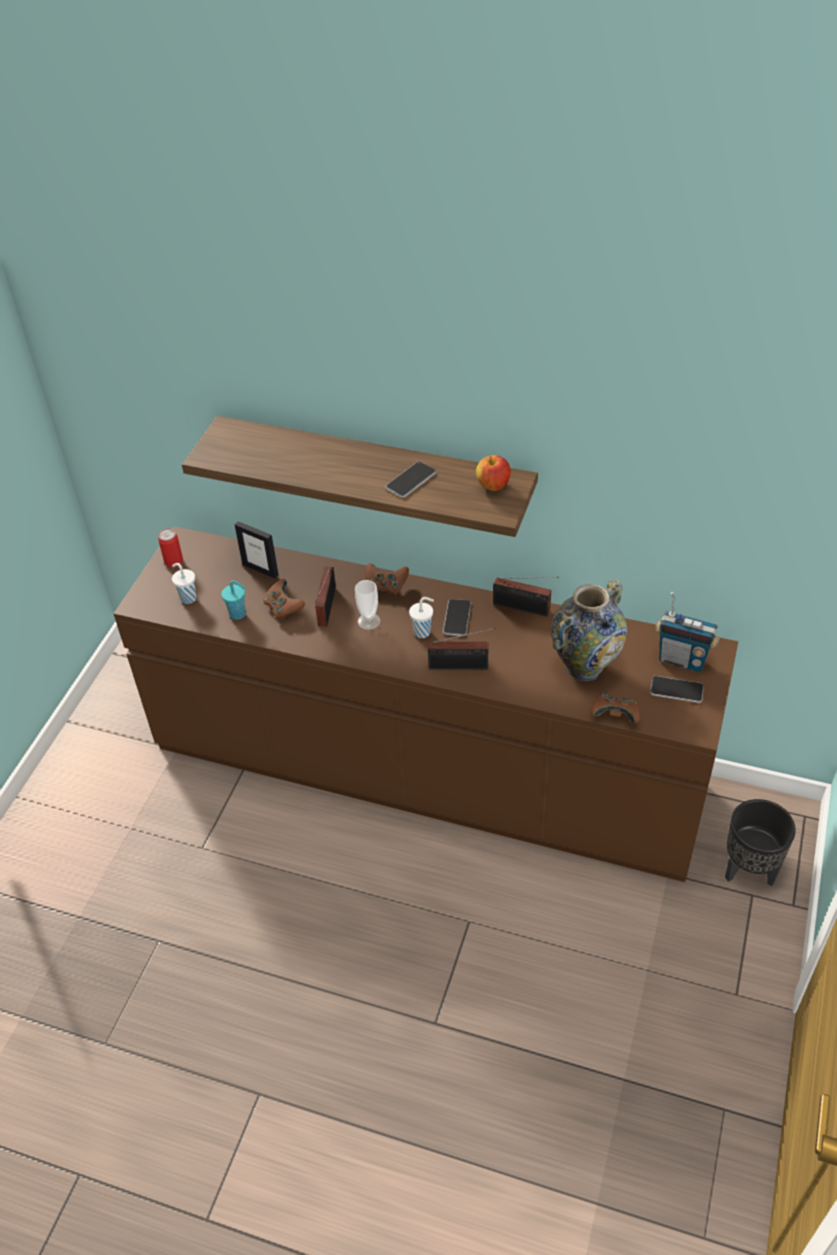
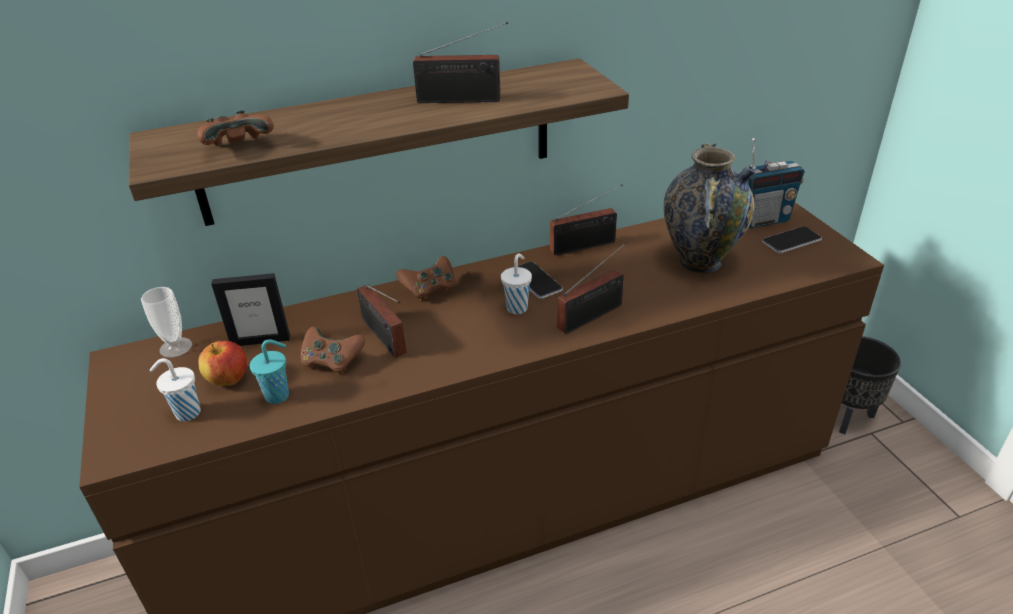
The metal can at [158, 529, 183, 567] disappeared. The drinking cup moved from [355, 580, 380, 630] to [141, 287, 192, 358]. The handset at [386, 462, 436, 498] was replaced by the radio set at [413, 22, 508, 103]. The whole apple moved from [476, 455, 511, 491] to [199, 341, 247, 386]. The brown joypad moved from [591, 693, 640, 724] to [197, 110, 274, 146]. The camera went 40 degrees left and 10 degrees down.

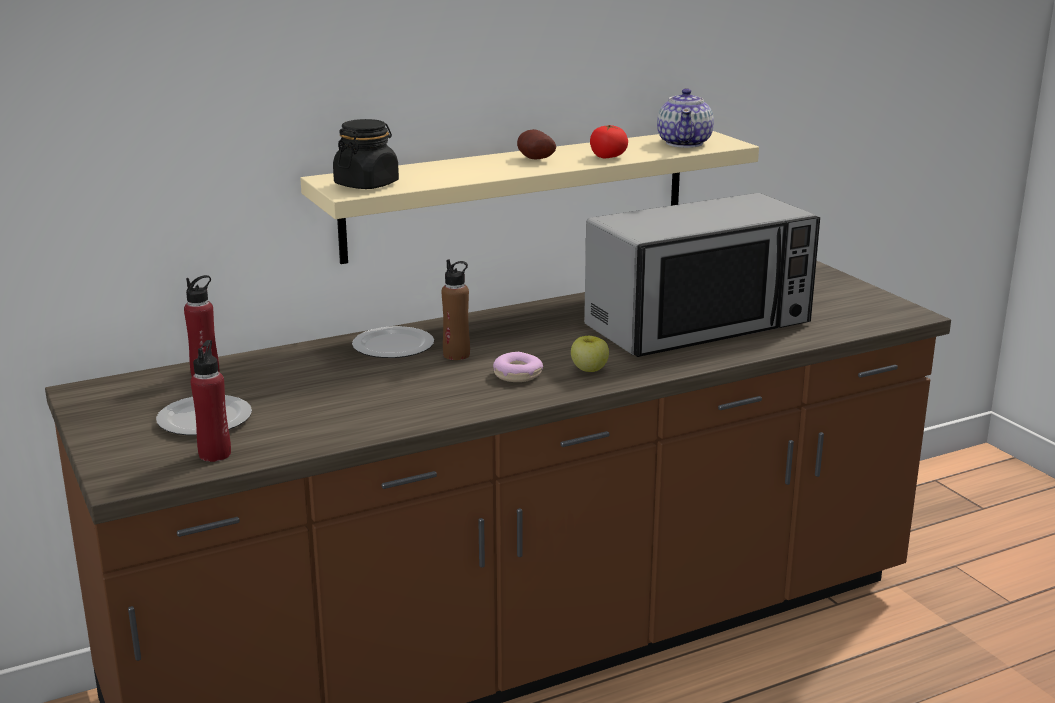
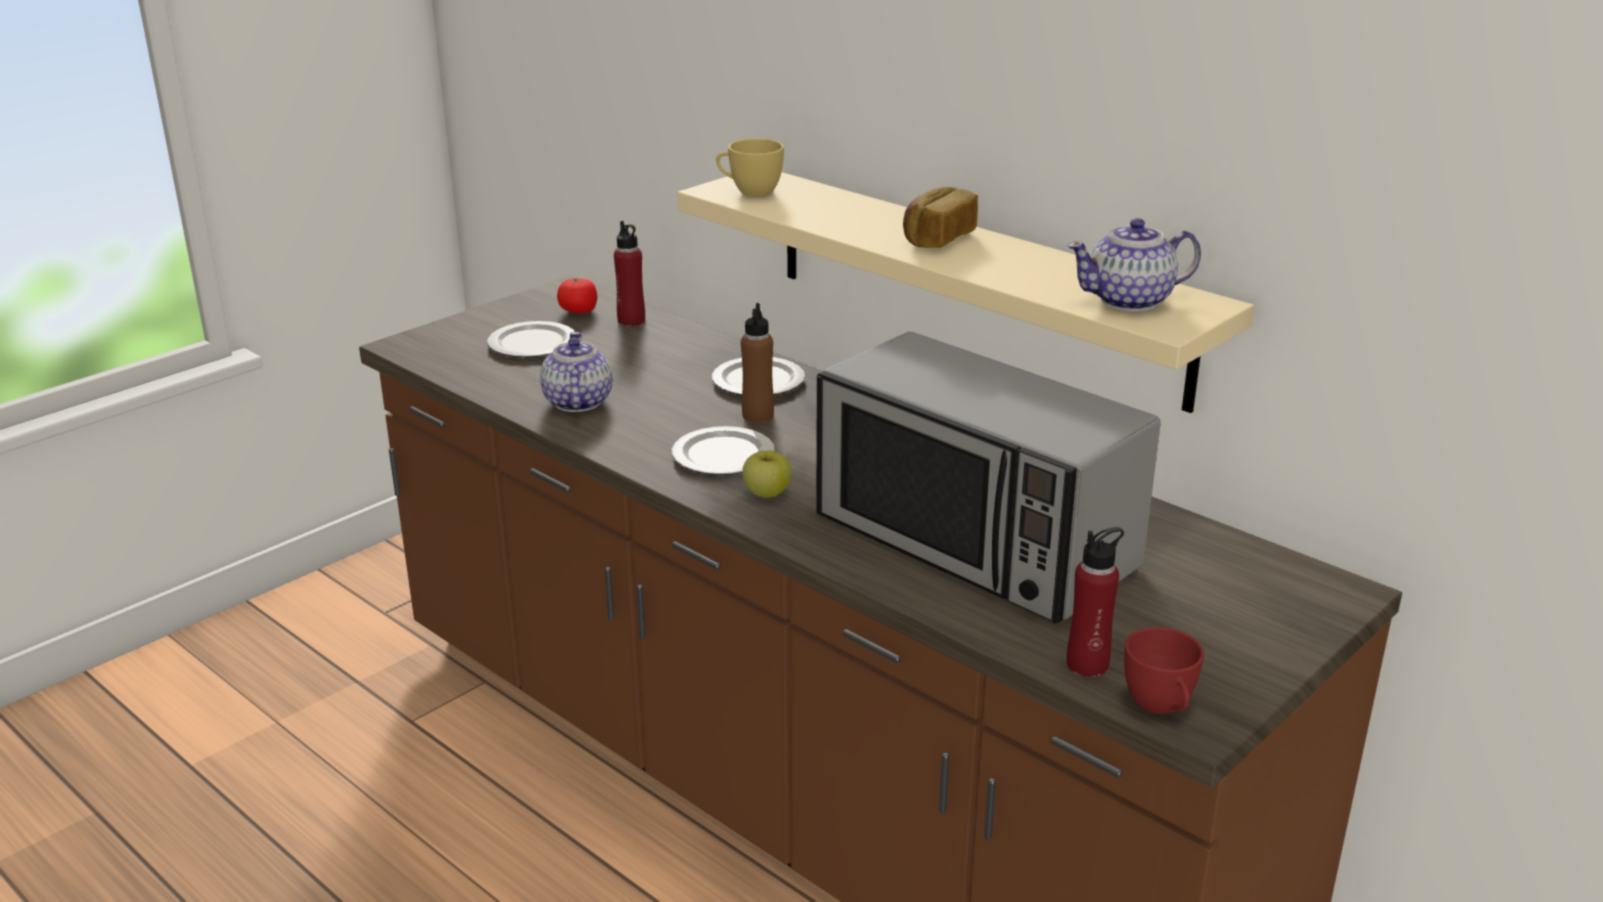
The reddish beverage bottle moved from [191, 340, 231, 462] to [1067, 527, 1124, 677]. The black jar at [333, 119, 399, 189] was replaced by the yellow-coloured drinking cup at [716, 139, 784, 197]. The doughnut at [493, 352, 543, 382] was replaced by the dinner plate at [672, 426, 775, 475]. The spud at [517, 129, 556, 159] was replaced by the bakery bread at [903, 187, 978, 248]. The whole tomato moved from [590, 125, 628, 158] to [557, 278, 597, 314]. The tea pot at [540, 332, 612, 412] appeared. The reddish drinking cup at [1124, 627, 1204, 714] appeared. The camera went 70 degrees right and 5 degrees up.

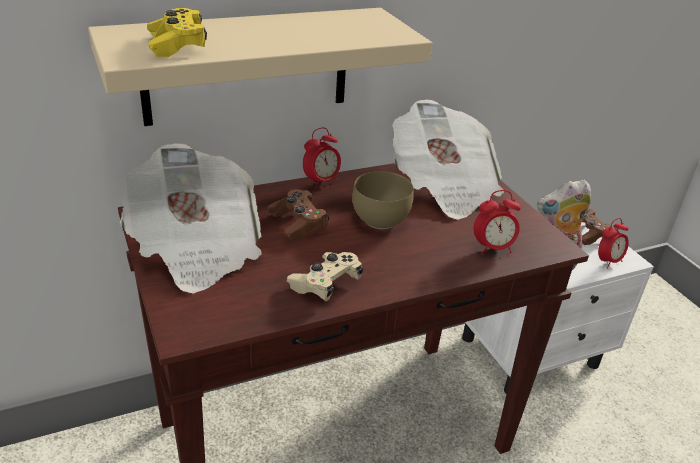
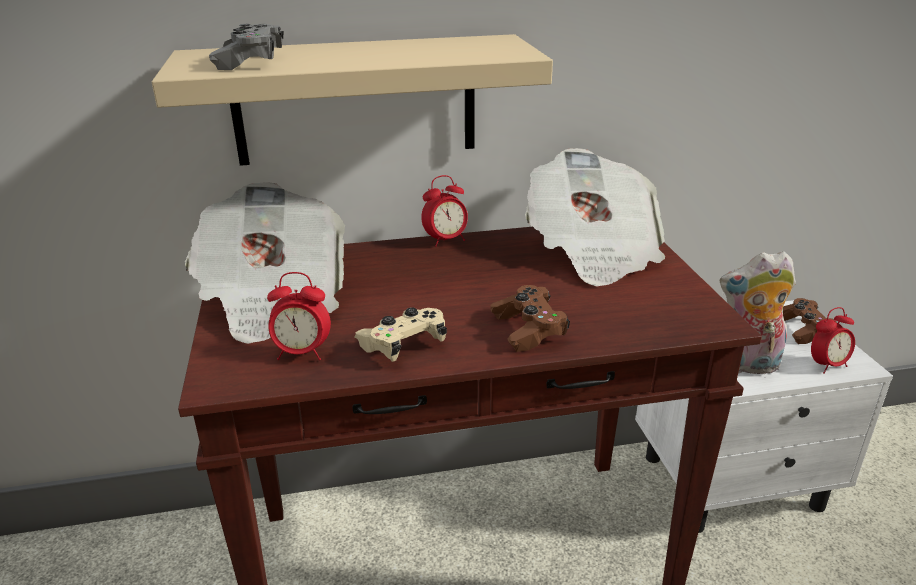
The yellow-coloured joypad at [147, 8, 207, 57] became the grey joypad at [209, 24, 283, 70]. The brown joypad moved from [268, 189, 329, 241] to [490, 285, 570, 352]. The brown serving bowl at [352, 171, 414, 229] disappeared. The bedside clock moved from [474, 190, 521, 255] to [267, 272, 331, 361]. The camera went 15 degrees right and 5 degrees down.

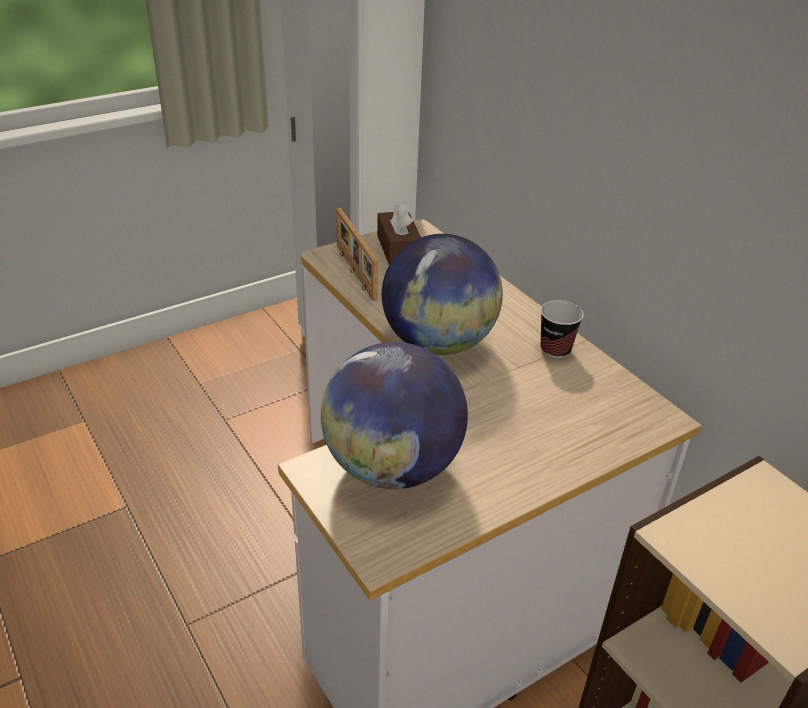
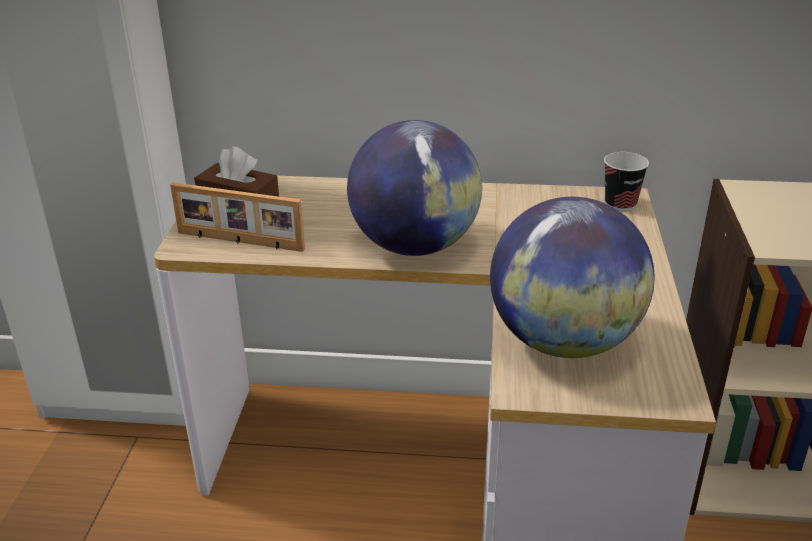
The drinking cup moved from [541, 300, 584, 359] to [604, 152, 649, 211]. The camera went 50 degrees left and 5 degrees down.

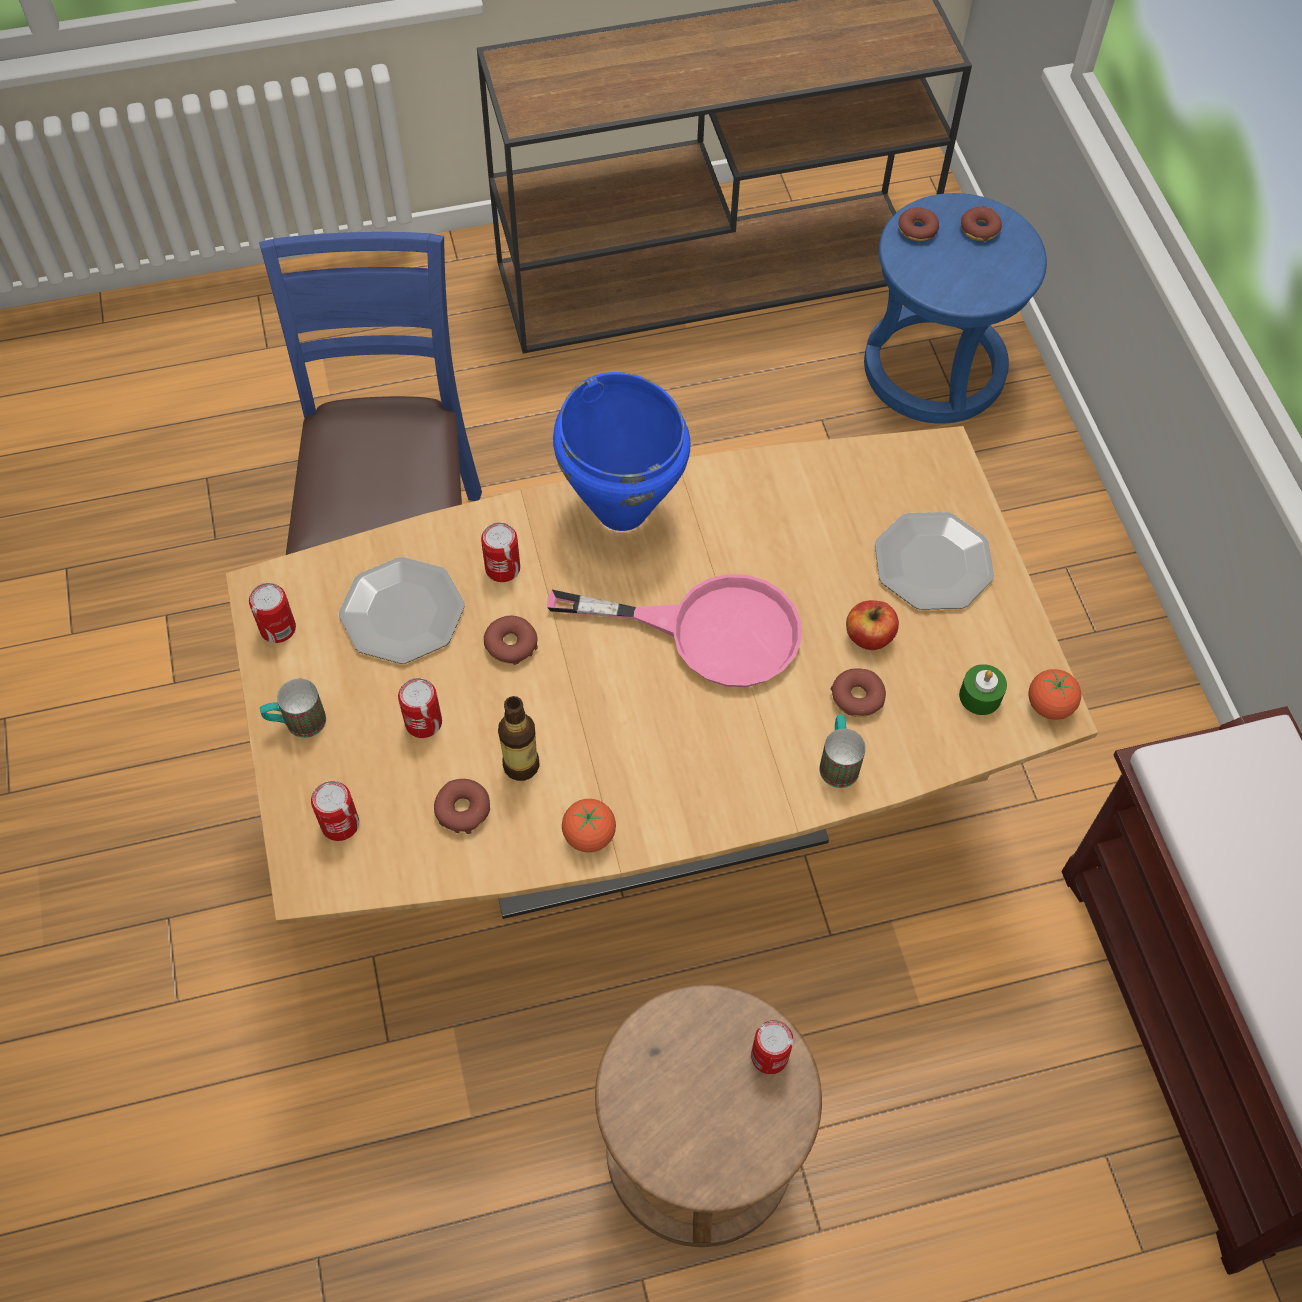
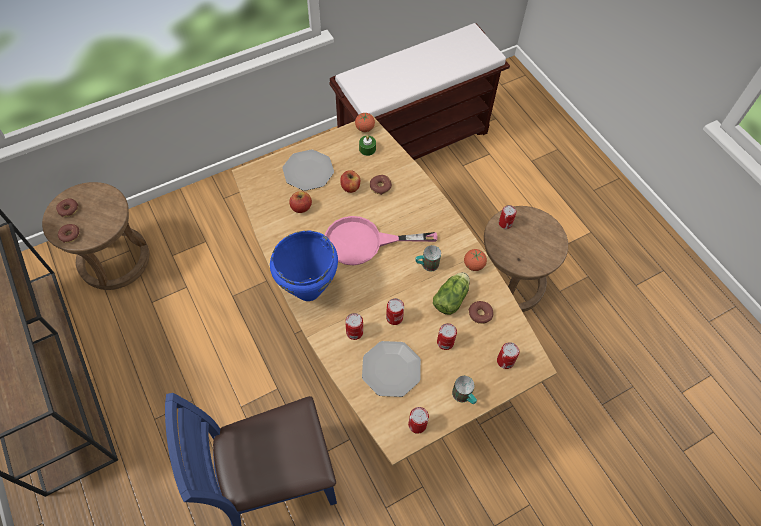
The doughnut at [484, 616, 538, 665] was replaced by the metal can at [386, 298, 404, 325]. The beverage bottle at [498, 696, 540, 781] was replaced by the lettuce at [433, 272, 470, 315]. The pink frying pan at [547, 574, 802, 687] turned 90 degrees counterclockwise. The mug moved from [819, 714, 866, 788] to [415, 245, 441, 272]. The blue stool seat at [864, 193, 1047, 424] became the brown stool seat at [42, 182, 149, 290]. The whole apple at [289, 191, 312, 213] appeared. The camera went 105 degrees left and 0 degrees up.

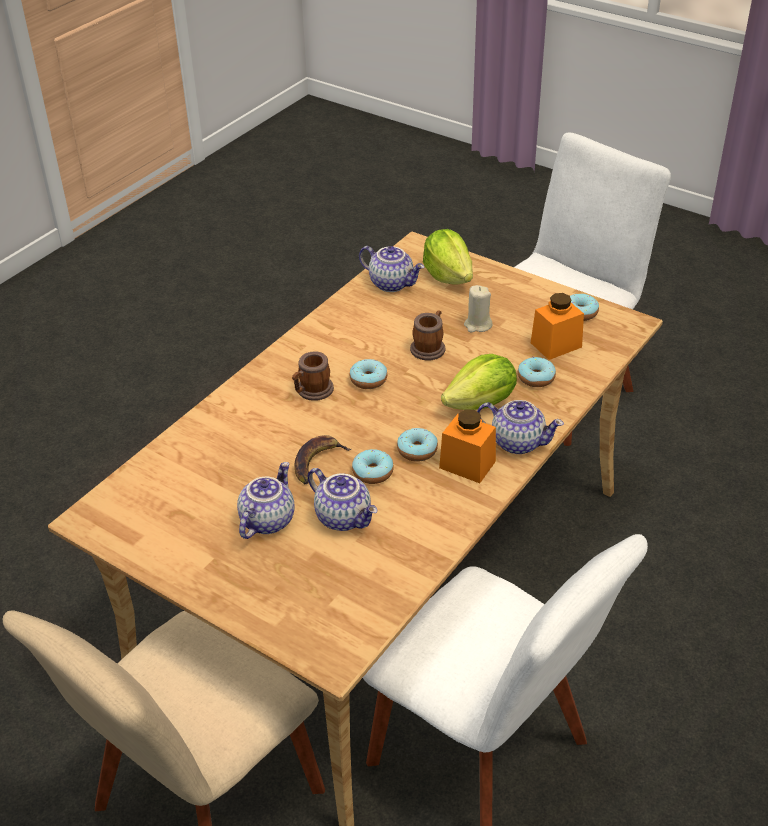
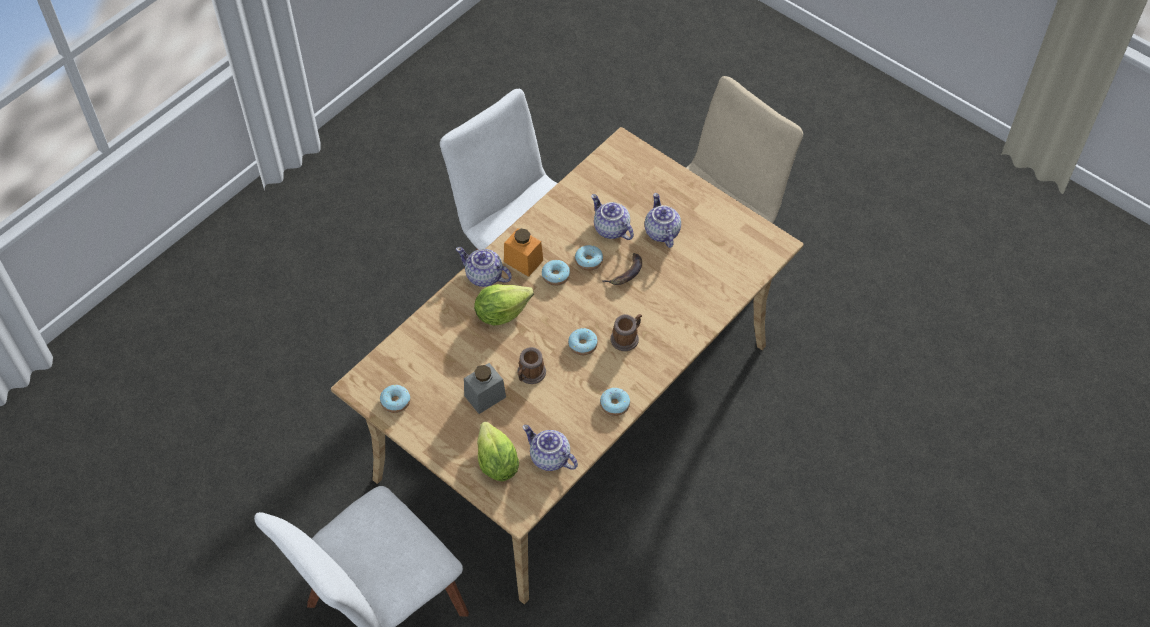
The tea pot at [237, 462, 294, 539] turned 135 degrees clockwise. The beige-coloured candle at [464, 285, 493, 332] was replaced by the grey jar at [464, 363, 506, 414]. The doughnut moved from [518, 357, 556, 387] to [600, 388, 630, 416]. The orange-coloured jar at [531, 293, 584, 360] disappeared. The camera went 175 degrees left and 15 degrees up.

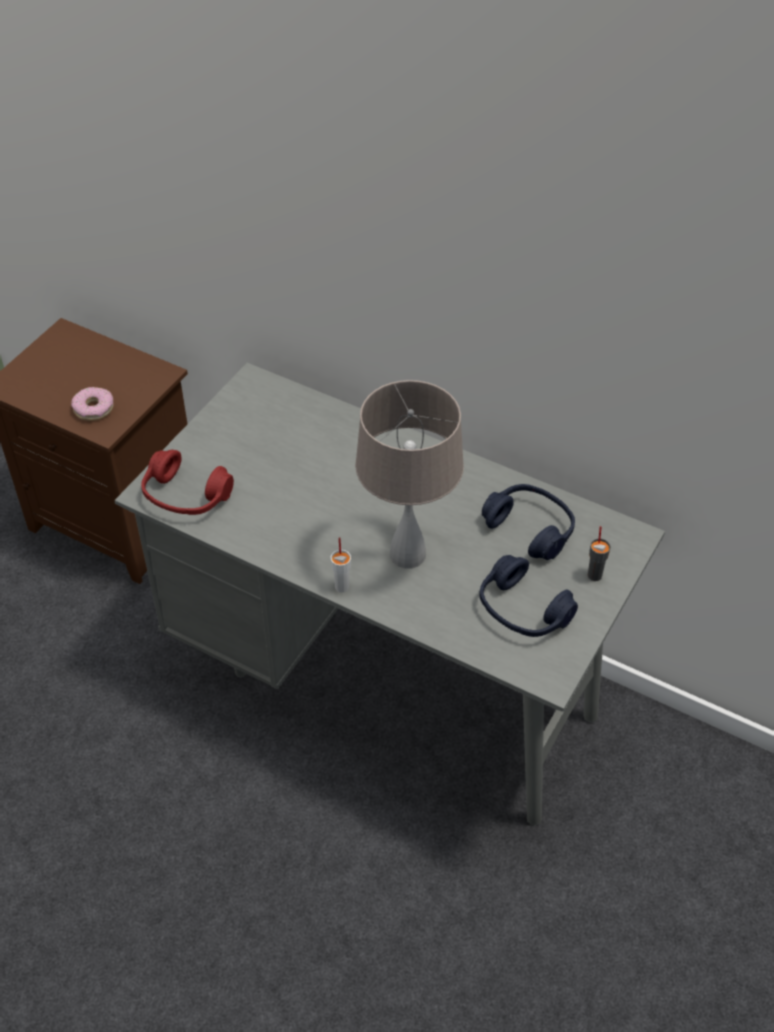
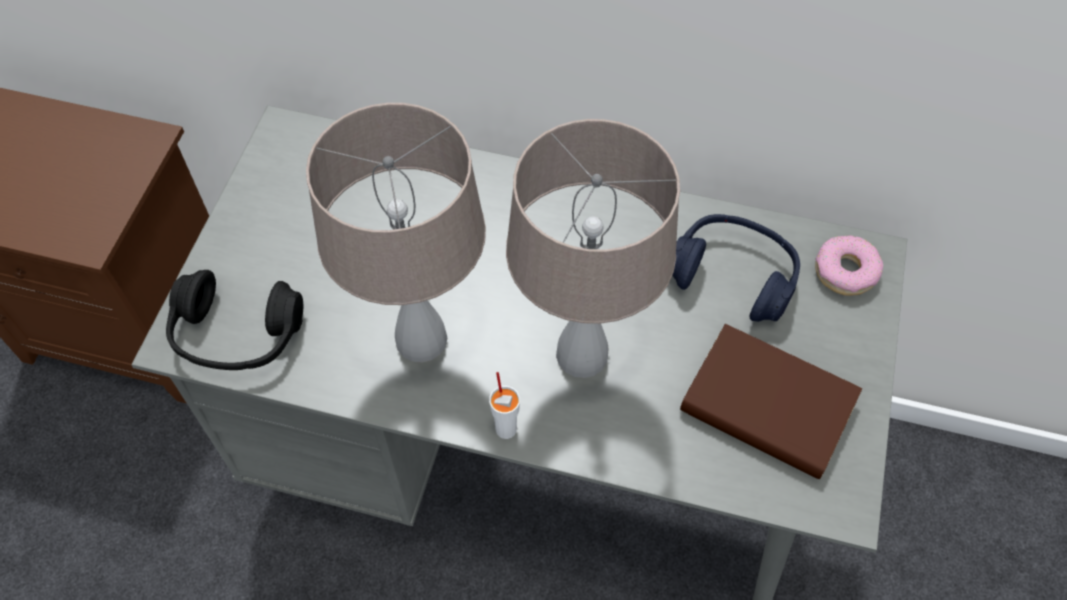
The doughnut moved from [71, 387, 113, 421] to [815, 235, 883, 296]. The reddish headphones at [141, 450, 234, 515] became the black headphones at [166, 270, 303, 370]. The blue headphones at [480, 555, 578, 637] was replaced by the brown book at [680, 324, 862, 479]. The grey drinking cup at [588, 526, 611, 581] disappeared. The beige-coloured tabletop lamp at [306, 103, 486, 363] appeared. The camera went 15 degrees left and 10 degrees up.

